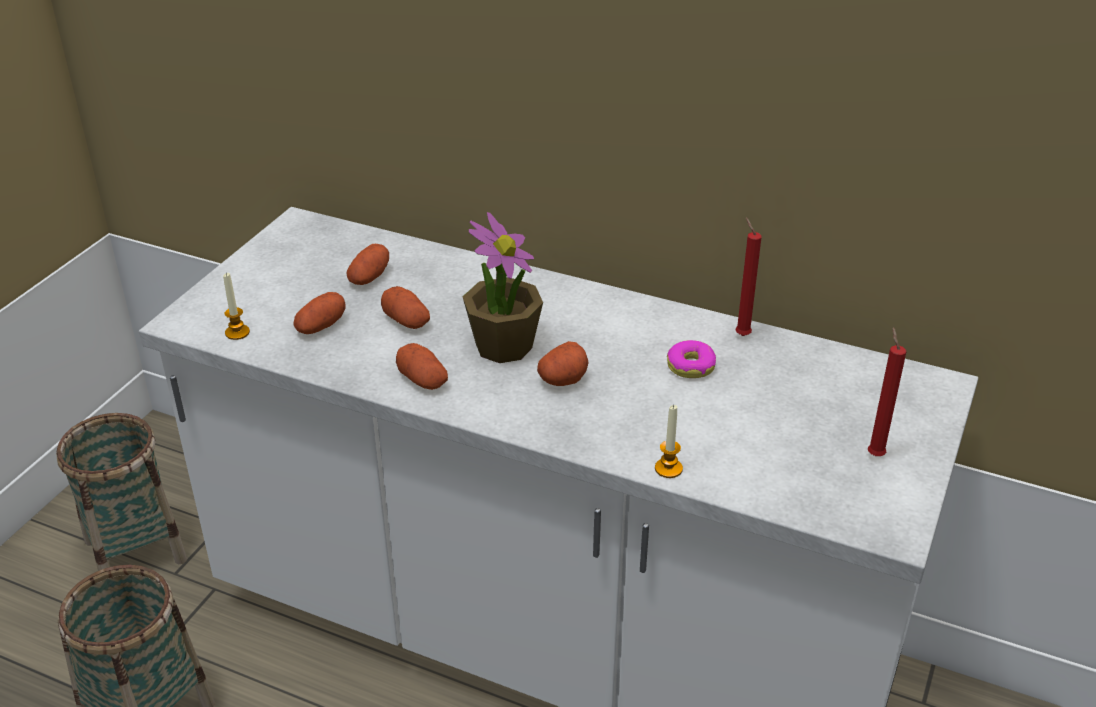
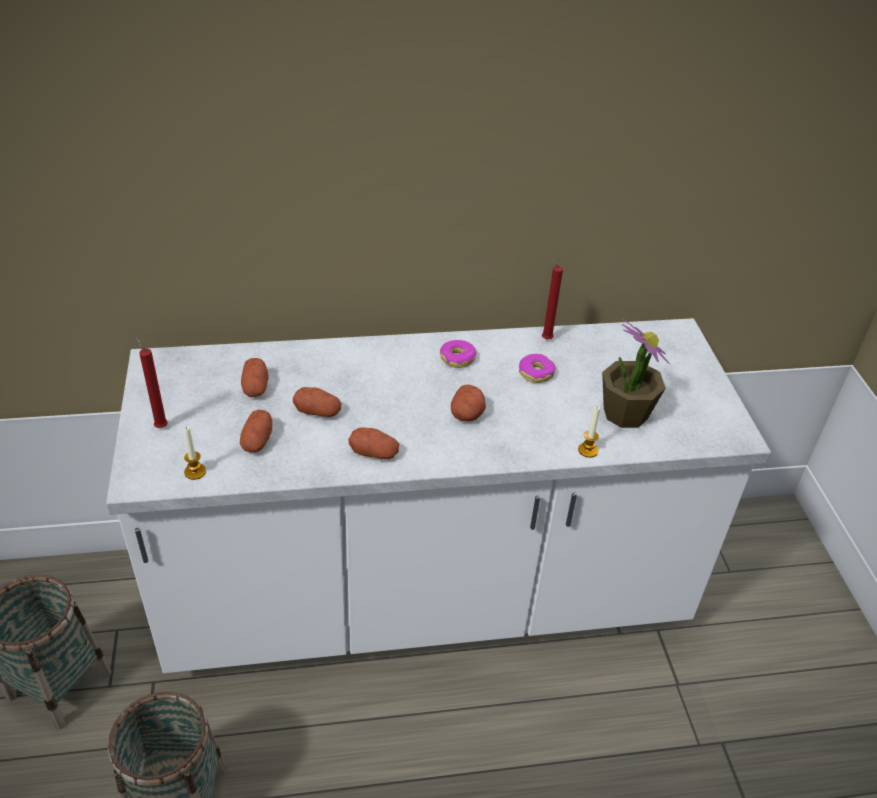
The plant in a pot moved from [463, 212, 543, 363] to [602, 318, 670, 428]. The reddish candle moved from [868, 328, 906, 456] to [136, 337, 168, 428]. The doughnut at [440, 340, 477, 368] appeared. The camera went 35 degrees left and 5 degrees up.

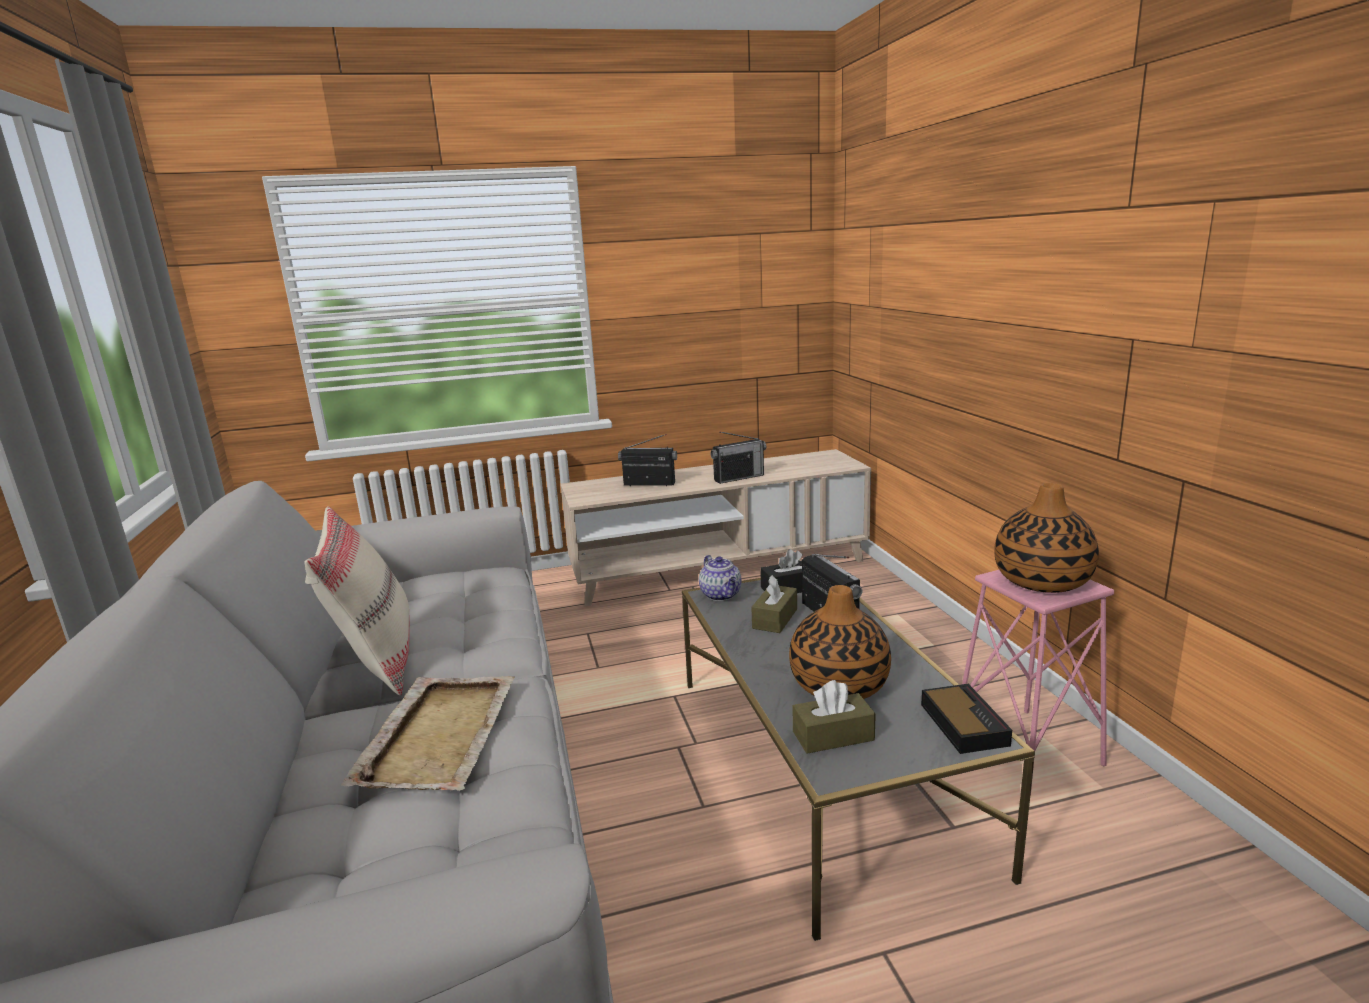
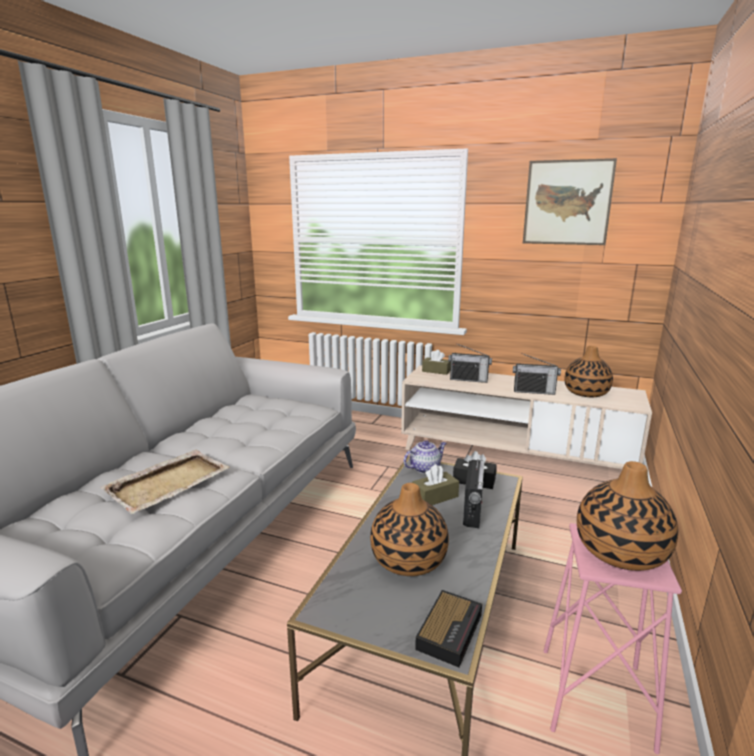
The beige-coloured pillow at [304, 506, 410, 695] disappeared. The radio set at [618, 434, 677, 486] turned 150 degrees clockwise. The tea pot at [699, 555, 741, 601] turned 135 degrees counterclockwise. The brown tissue holder moved from [793, 680, 876, 754] to [422, 350, 451, 375]. The wall art at [523, 158, 617, 245] appeared. The decorative vase at [564, 346, 613, 397] appeared. The camera went 35 degrees right and 0 degrees up.

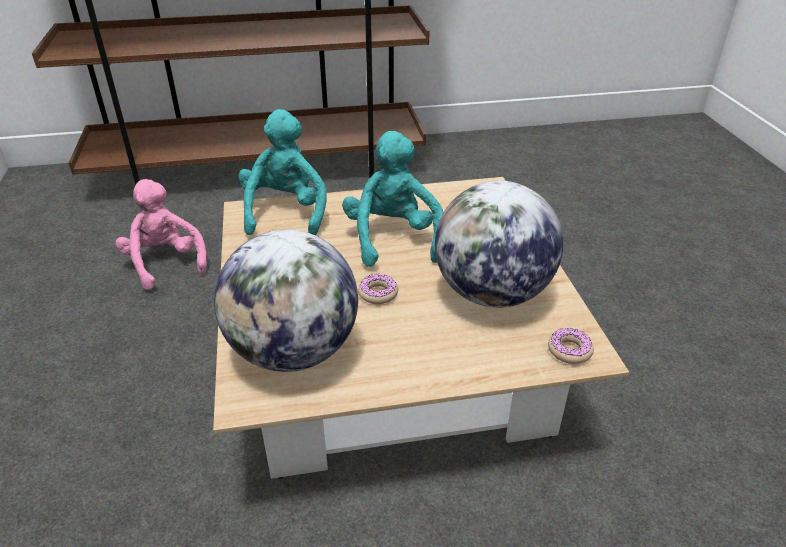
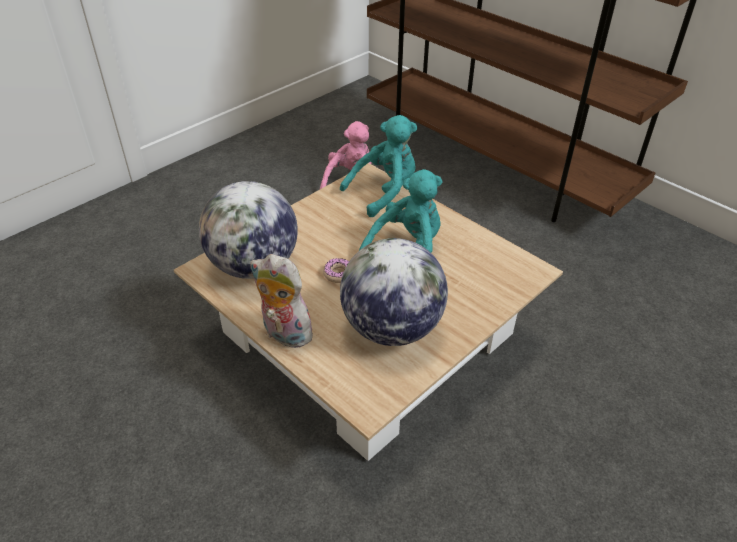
The doughnut at [548, 328, 594, 364] disappeared. The soft toy at [250, 254, 315, 348] appeared. The camera went 55 degrees right and 5 degrees up.

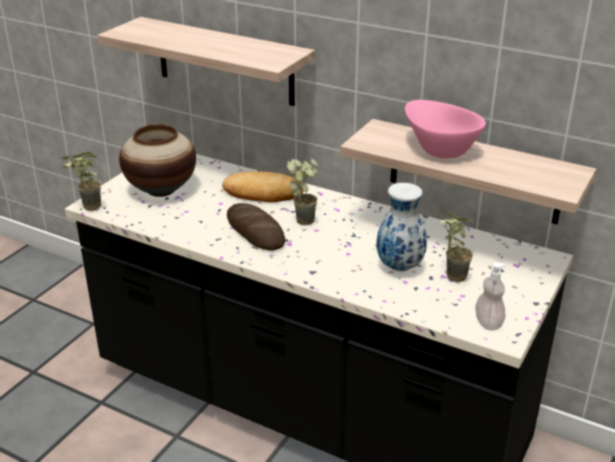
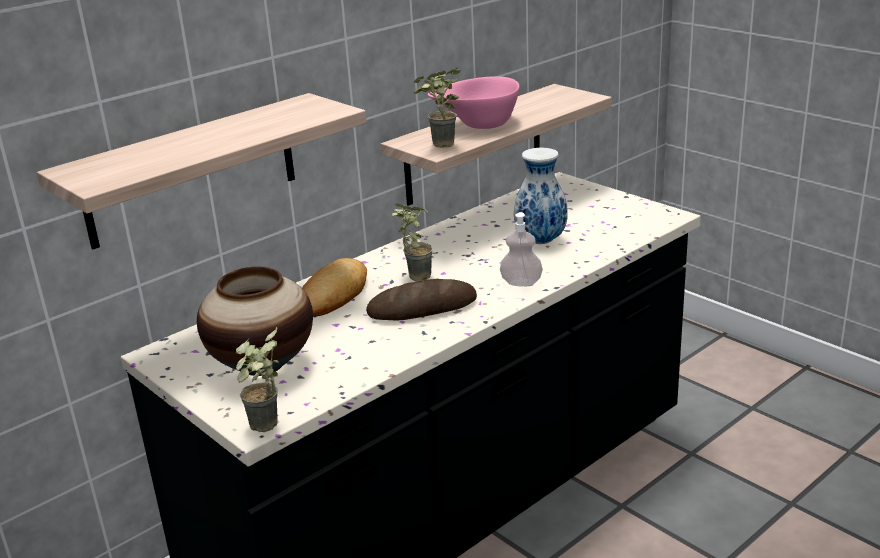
The plant in a pot moved from [440, 212, 474, 282] to [414, 68, 460, 148]. The soap bottle moved from [475, 262, 506, 331] to [500, 212, 543, 286]. The camera went 70 degrees left and 5 degrees down.

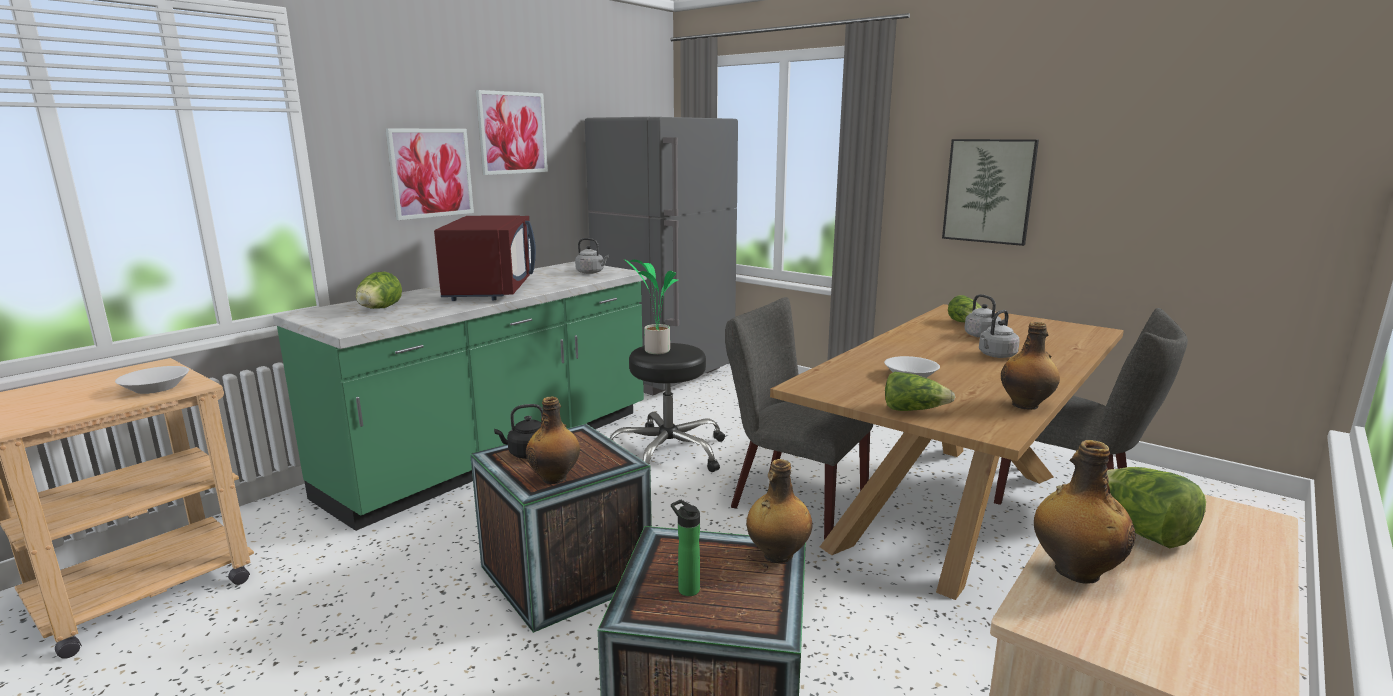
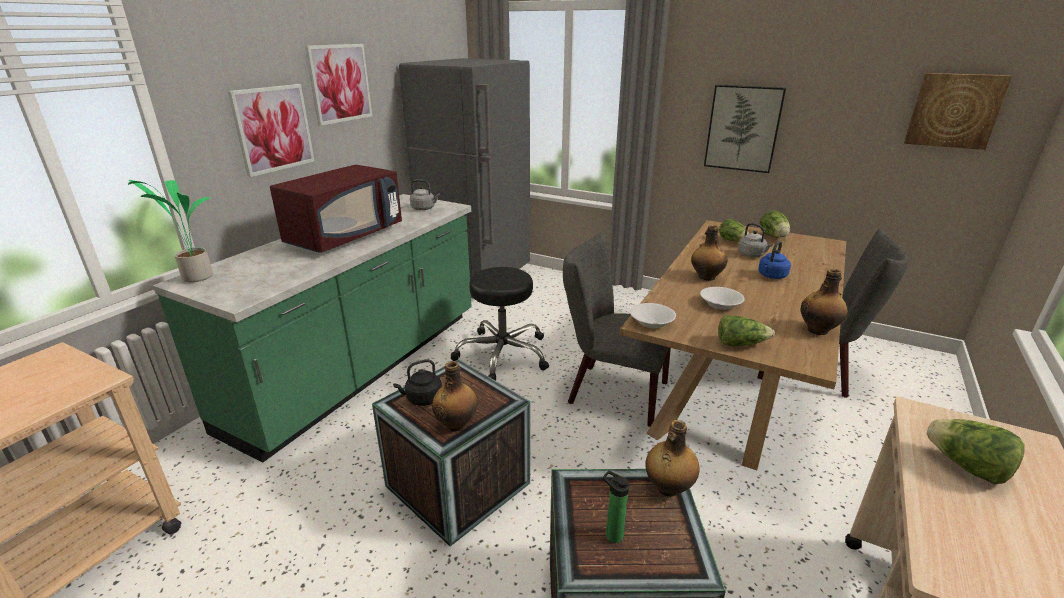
The white-coloured serving bowl moved from [115, 366, 189, 394] to [630, 303, 676, 328]. The lettuce moved from [356, 272, 402, 309] to [760, 210, 790, 237]. The reddish microwave oven at [434, 215, 536, 301] turned 45 degrees clockwise. The plant in a pot moved from [624, 259, 678, 354] to [128, 180, 213, 282]. The grey water kettle at [979, 310, 1020, 358] became the blue water kettle at [758, 241, 791, 279]. The beverage bottle moved from [1034, 440, 1135, 584] to [691, 225, 728, 281]. The wall art at [904, 73, 1012, 150] appeared. The camera went 10 degrees left and 10 degrees up.

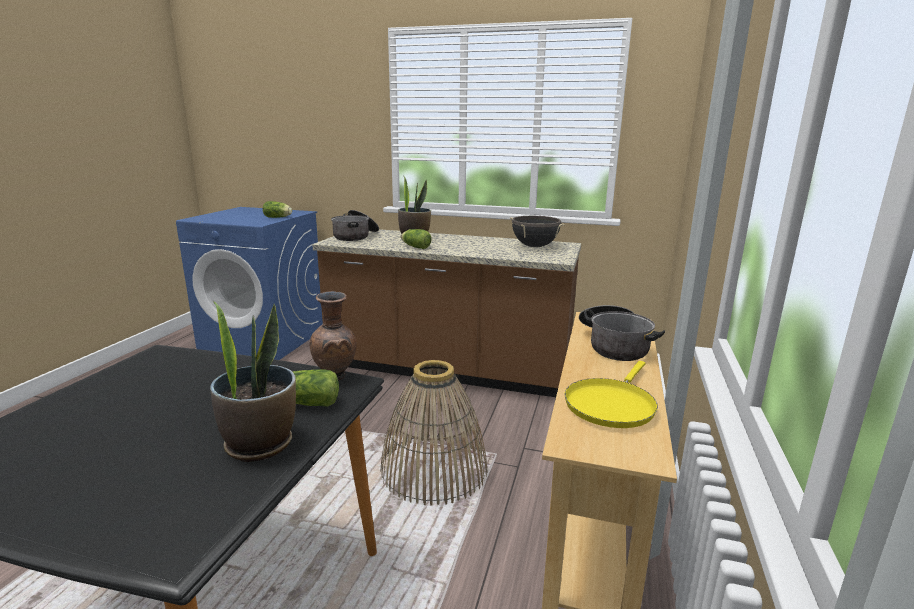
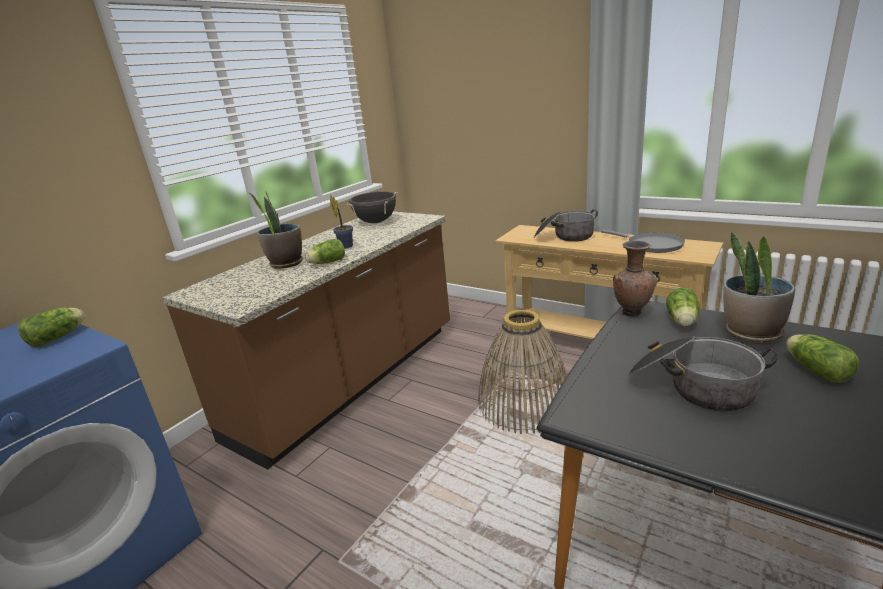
The stockpot moved from [331, 210, 379, 241] to [628, 336, 778, 411]. The yellow-coloured frying pan at [565, 361, 658, 428] became the grey frying pan at [601, 230, 685, 253]. The plant in a pot at [330, 195, 353, 249] appeared. The lettuce at [786, 334, 859, 383] appeared. The camera went 70 degrees left and 5 degrees up.

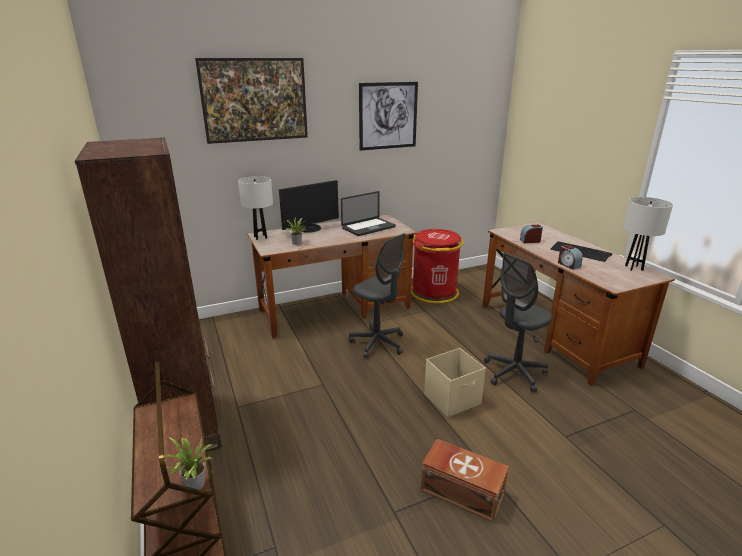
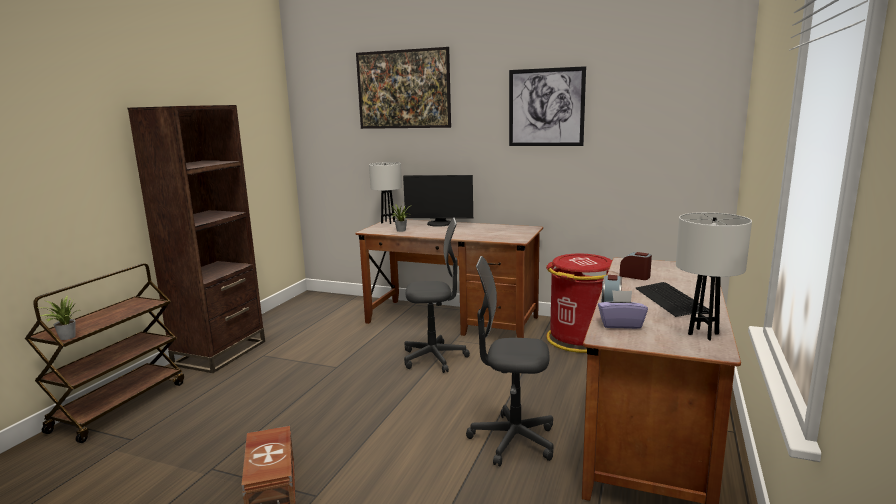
The laptop at [341, 191, 396, 236] disappeared. The grey office chair at [349, 233, 405, 359] turned 90 degrees counterclockwise. The beige-coloured storage container at [424, 348, 486, 418] disappeared. The purplish tissue holder at [598, 290, 648, 329] appeared. The camera went 45 degrees right and 10 degrees down.

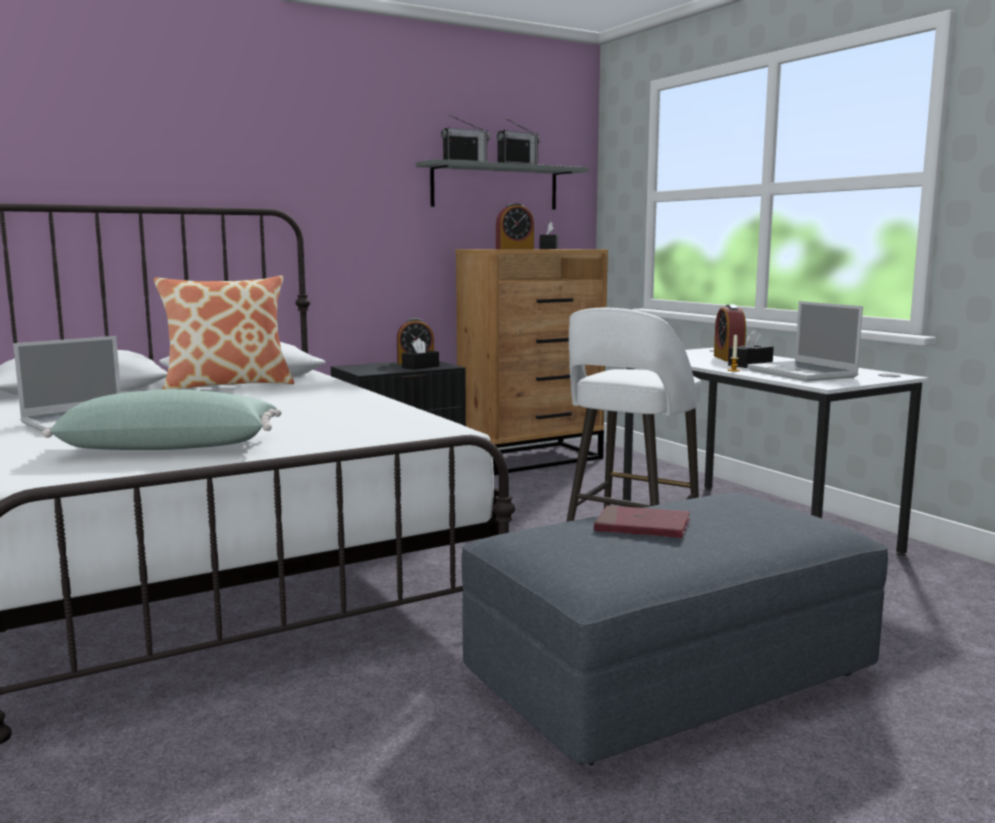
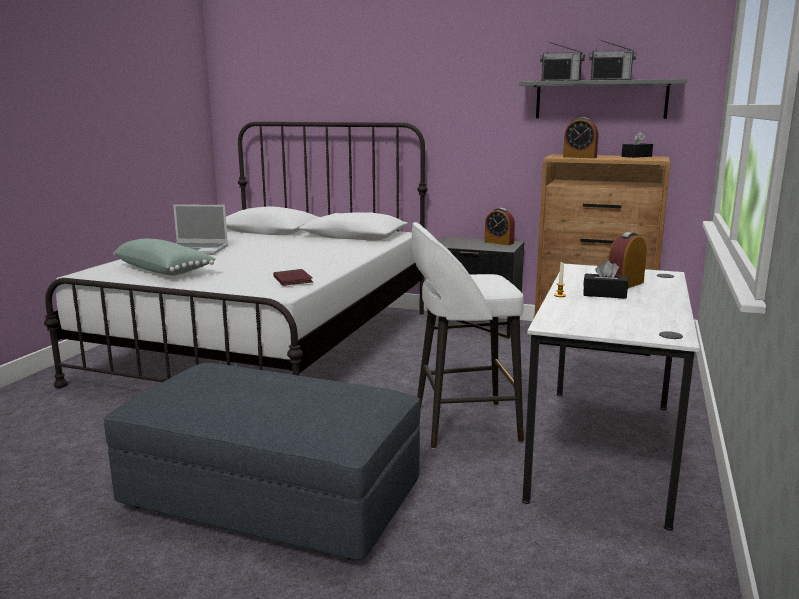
The pillow at [154, 275, 294, 389] disappeared. The black tissue holder at [402, 338, 439, 370] disappeared. The reddish book moved from [594, 505, 690, 538] to [273, 269, 313, 286]. The laptop at [747, 301, 863, 381] disappeared. The camera went 50 degrees right and 5 degrees up.

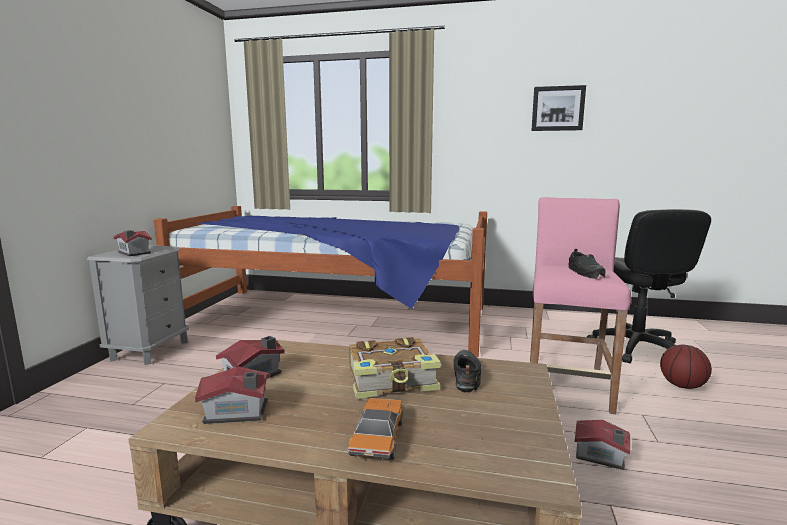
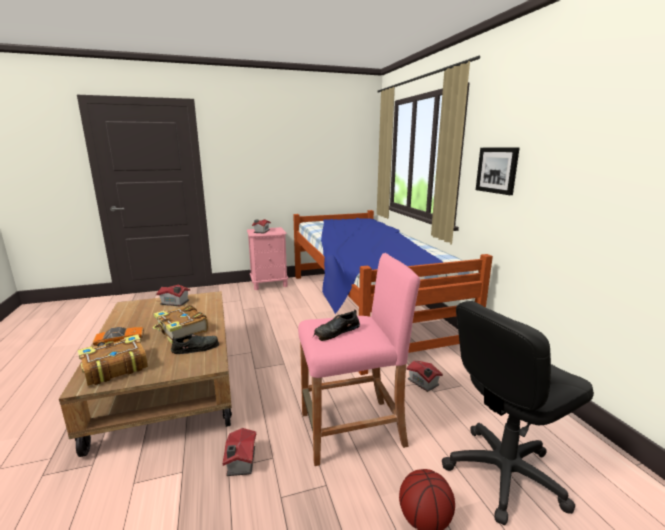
The grey nightstand at [87, 245, 189, 365] became the pink nightstand at [247, 227, 289, 290]. The toy house moved from [195, 366, 270, 424] to [406, 361, 443, 392]. The wall art moved from [531, 85, 586, 131] to [476, 148, 520, 195]. The book at [78, 334, 148, 386] appeared. The camera went 60 degrees right and 5 degrees up.

